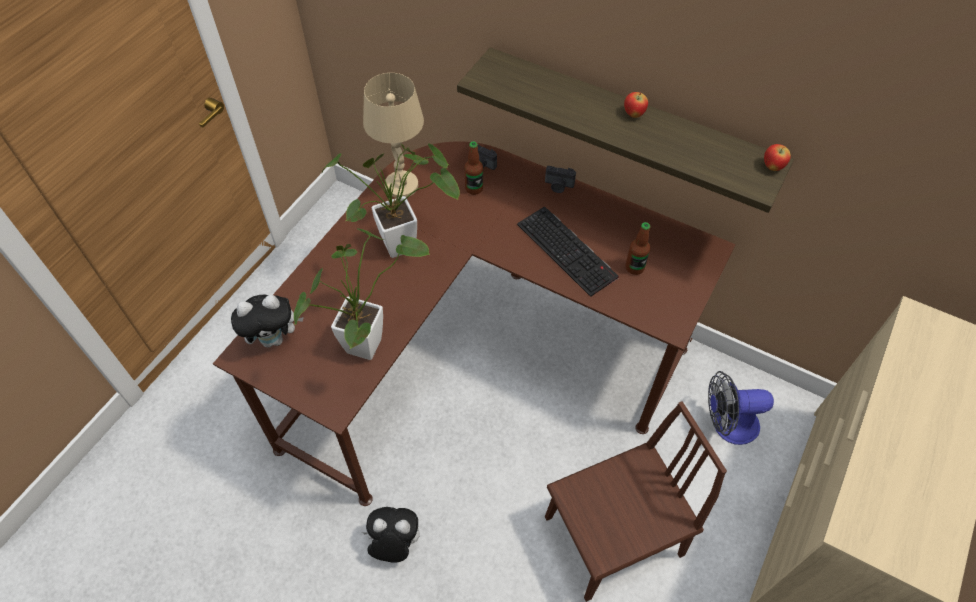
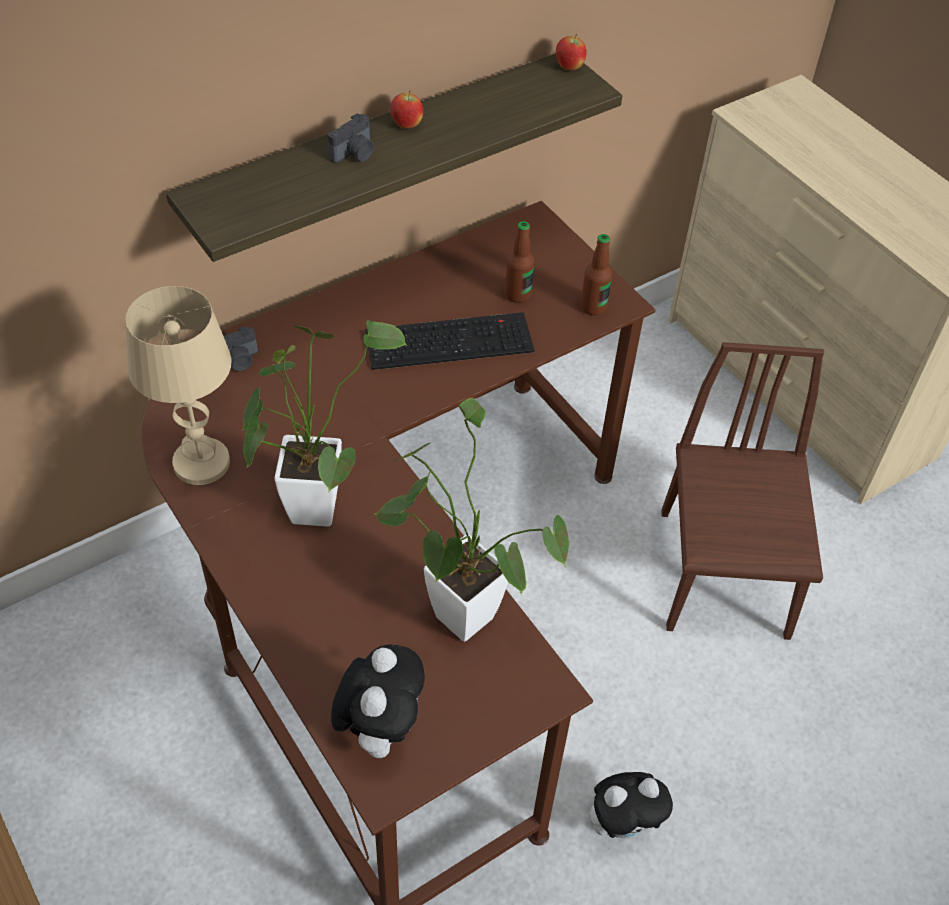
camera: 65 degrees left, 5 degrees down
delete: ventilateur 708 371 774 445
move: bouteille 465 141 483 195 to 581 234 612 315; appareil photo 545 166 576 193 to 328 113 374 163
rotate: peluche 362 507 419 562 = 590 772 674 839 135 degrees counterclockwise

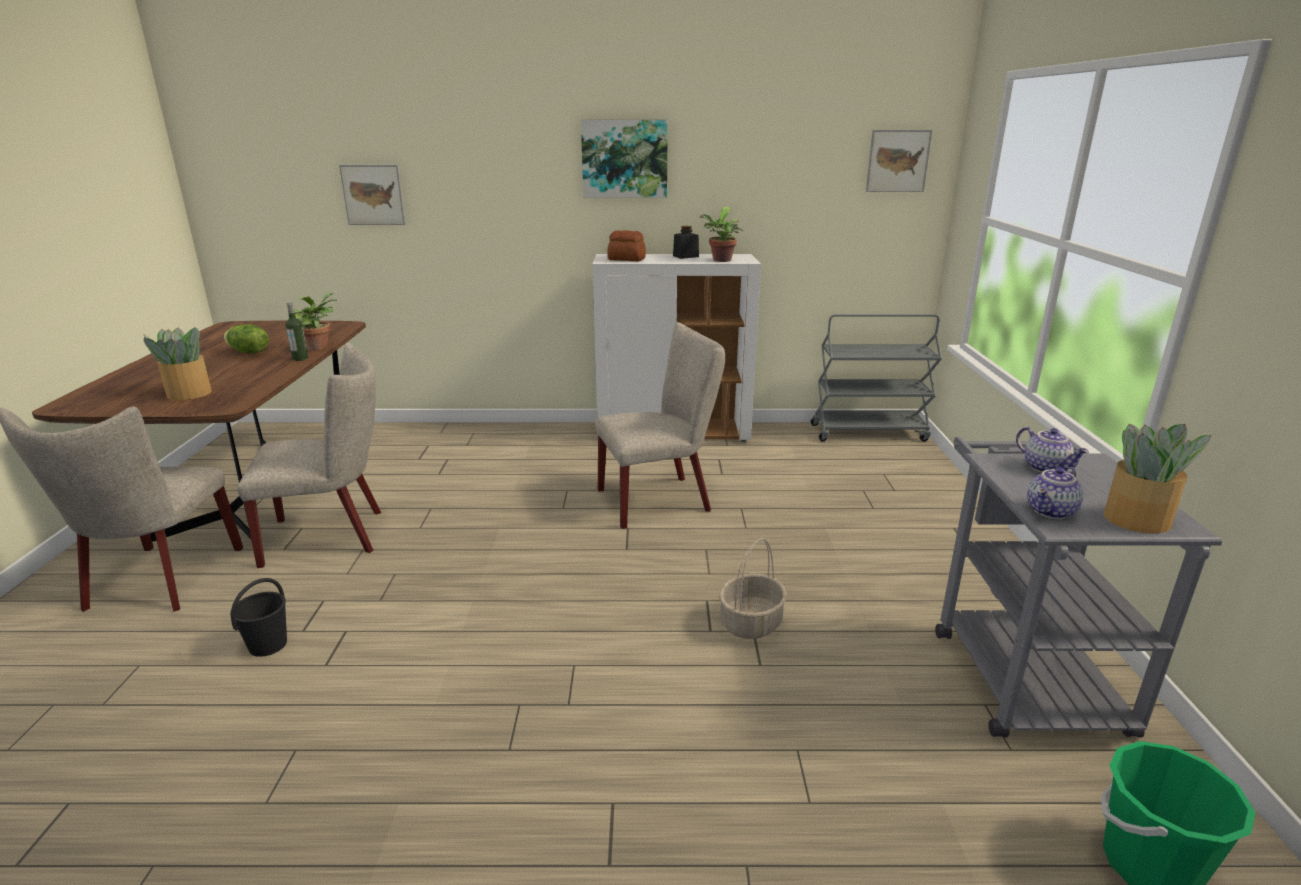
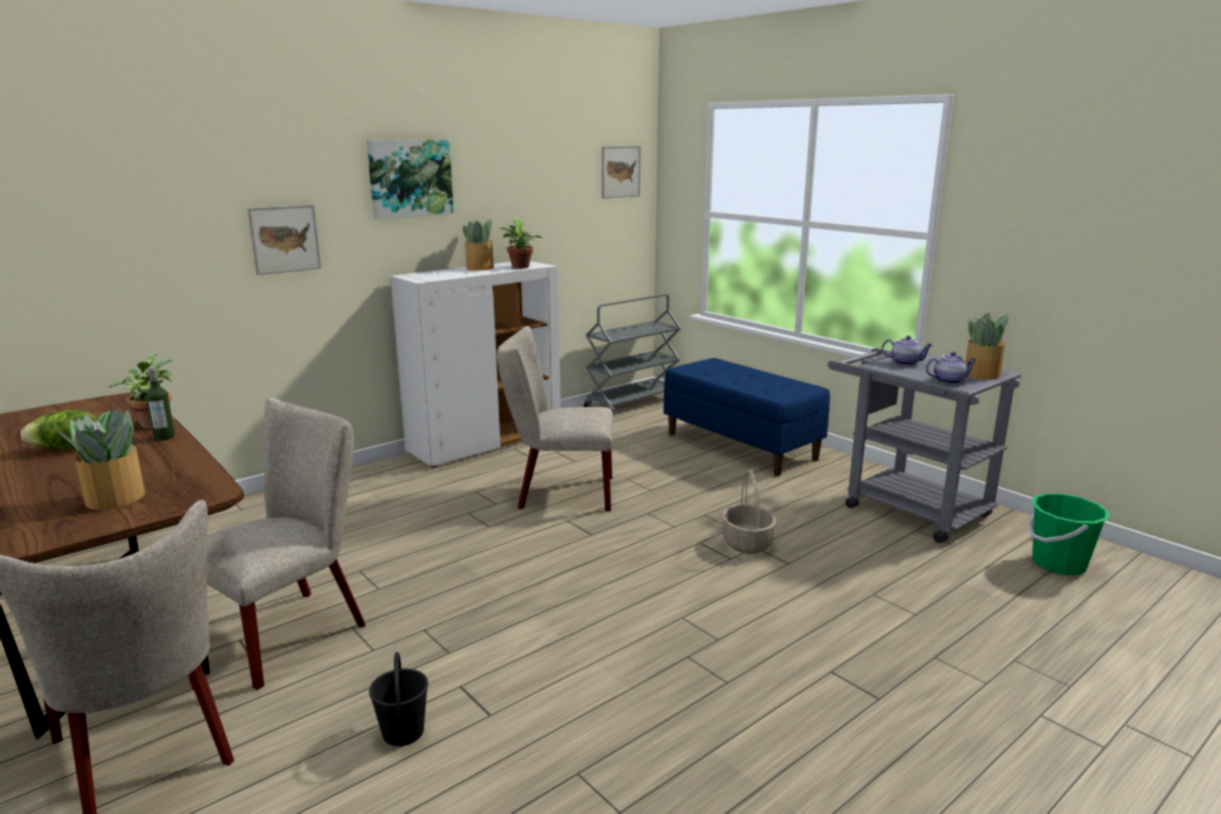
camera: 40 degrees left, 5 degrees down
delete: pain 607 230 646 261
insert: banc (bleu) 664 358 830 476
move: tableau 339 165 406 225 to 247 205 321 275
replace: bocal (noir) 673 226 699 259 to plante en pot 462 219 494 271
rotate: chaise (beige) 595 322 725 529 = 497 326 613 511 120 degrees counterclockwise; théière 1027 467 1083 519 = 926 352 977 384 105 degrees counterclockwise

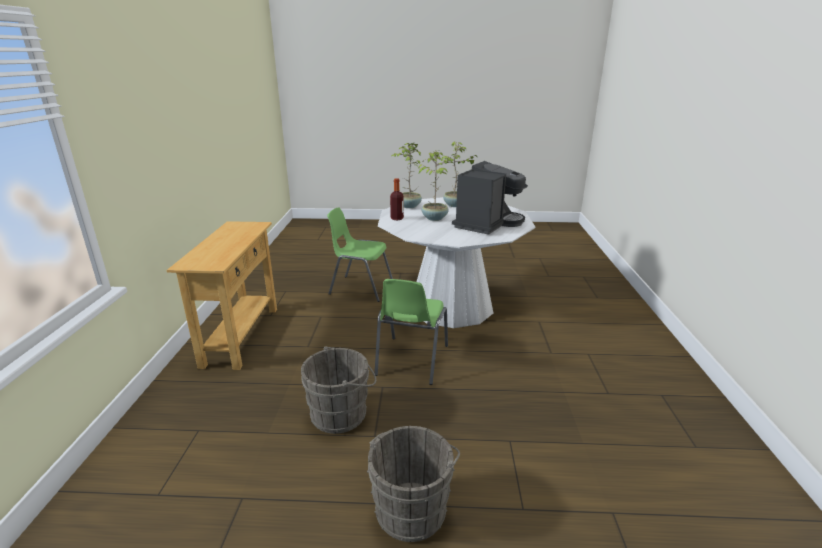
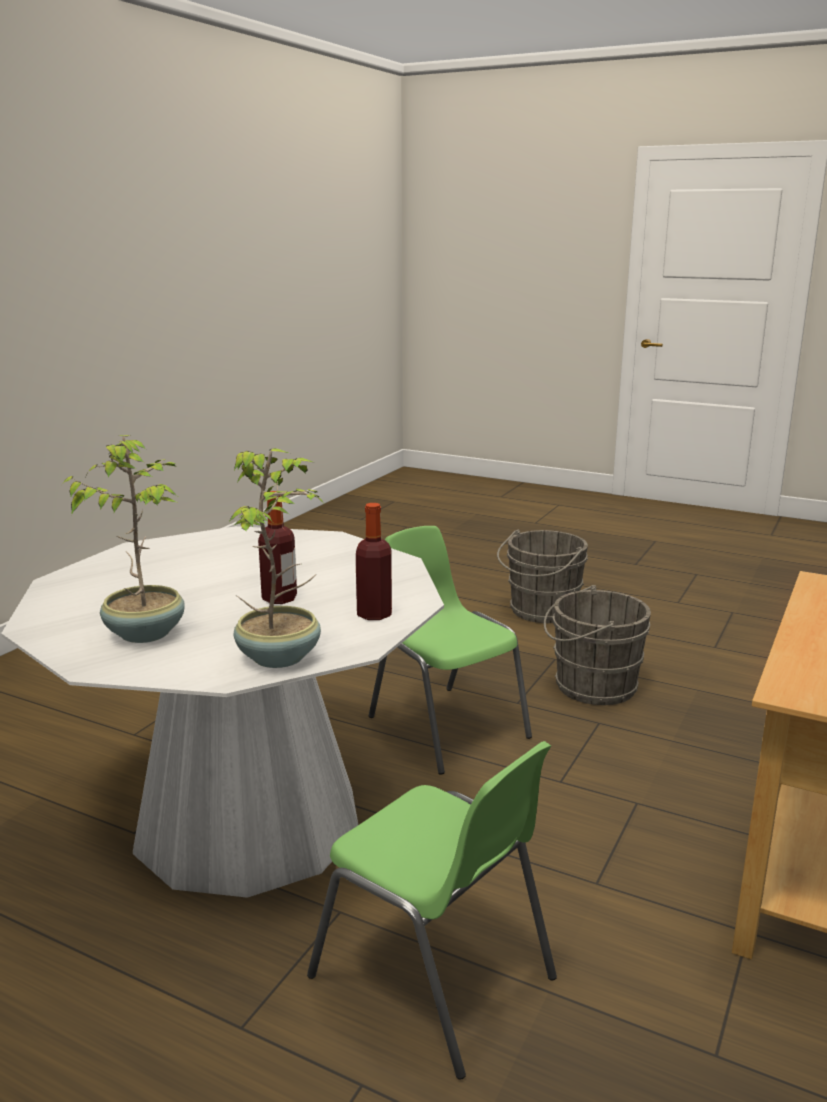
camera: 155 degrees left, 5 degrees down
delete: machine à café 452 161 528 235
replace: plante en pot 417 150 453 221 to bouteille 258 491 297 604
rotate: chaise (vert) 375 279 448 385 = 369 526 532 775 75 degrees counterclockwise

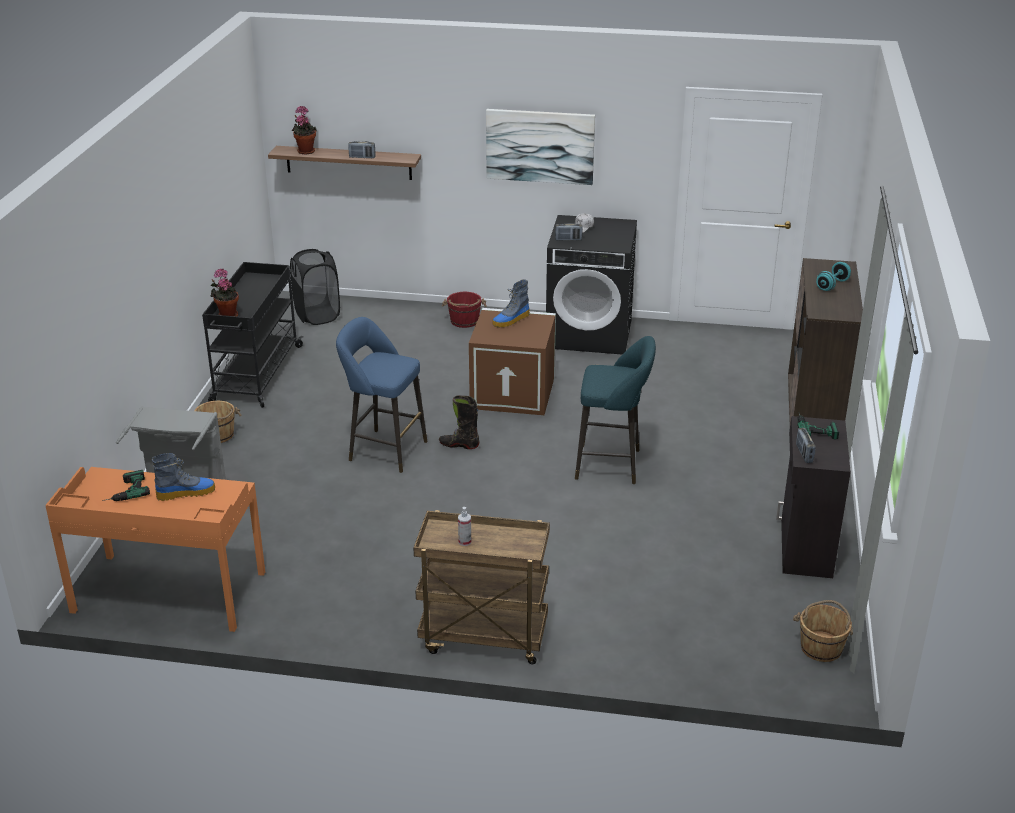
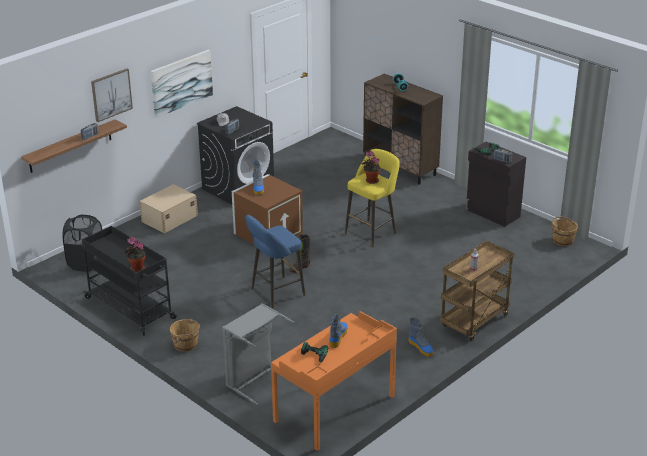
camera: 55 degrees left, 0 degrees up
insert: tableau 91 68 133 122; botte 408 318 434 357
move: plante en pot 292 106 317 155 to 362 151 381 184
replace: seau (rouge) 442 292 487 328 to boîte de rangement (beige) 139 184 198 233
recolor: tabouret (turquoise) 575 336 656 484 to tabouret (jaune) 345 149 400 247

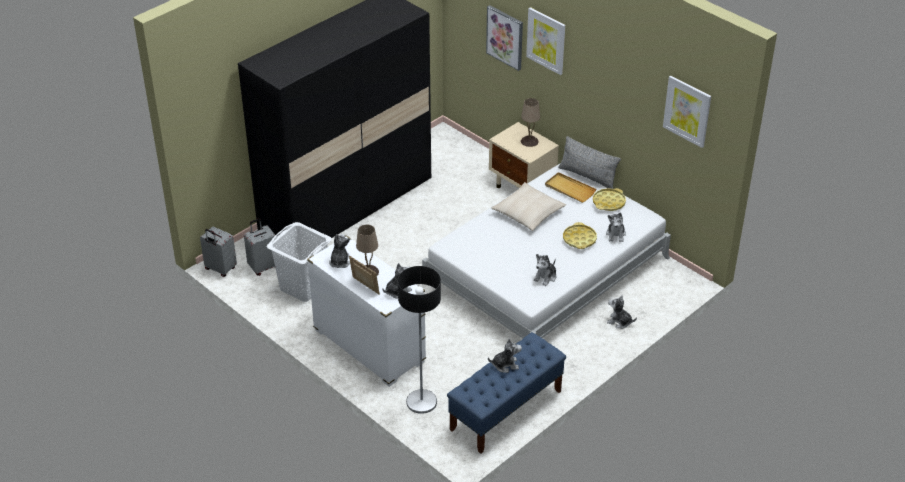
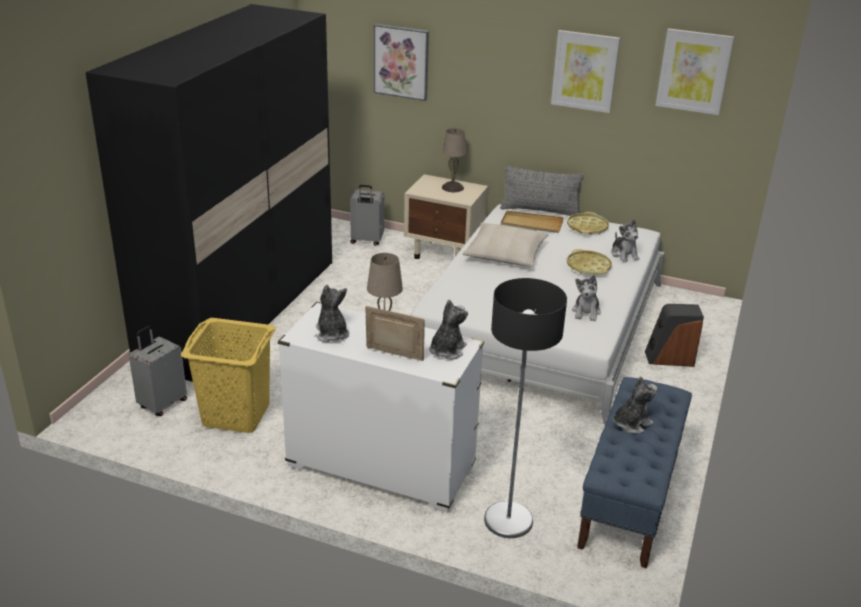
camera: 25 degrees left, 10 degrees down
move: tableau 526 7 565 75 to 551 30 620 113; valise (gris) 200 226 237 277 to 350 185 384 246
replace: peluche 607 295 637 329 to enceinte 645 304 704 367
recolor: panier à linge (blanc) 267 222 332 302 to panier à linge (jaune) 181 318 276 433

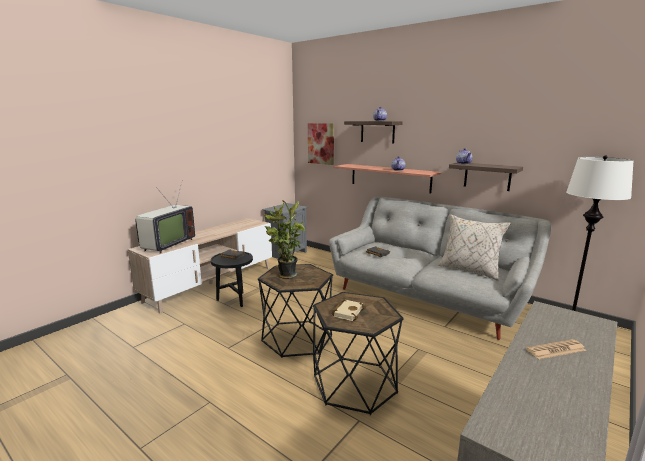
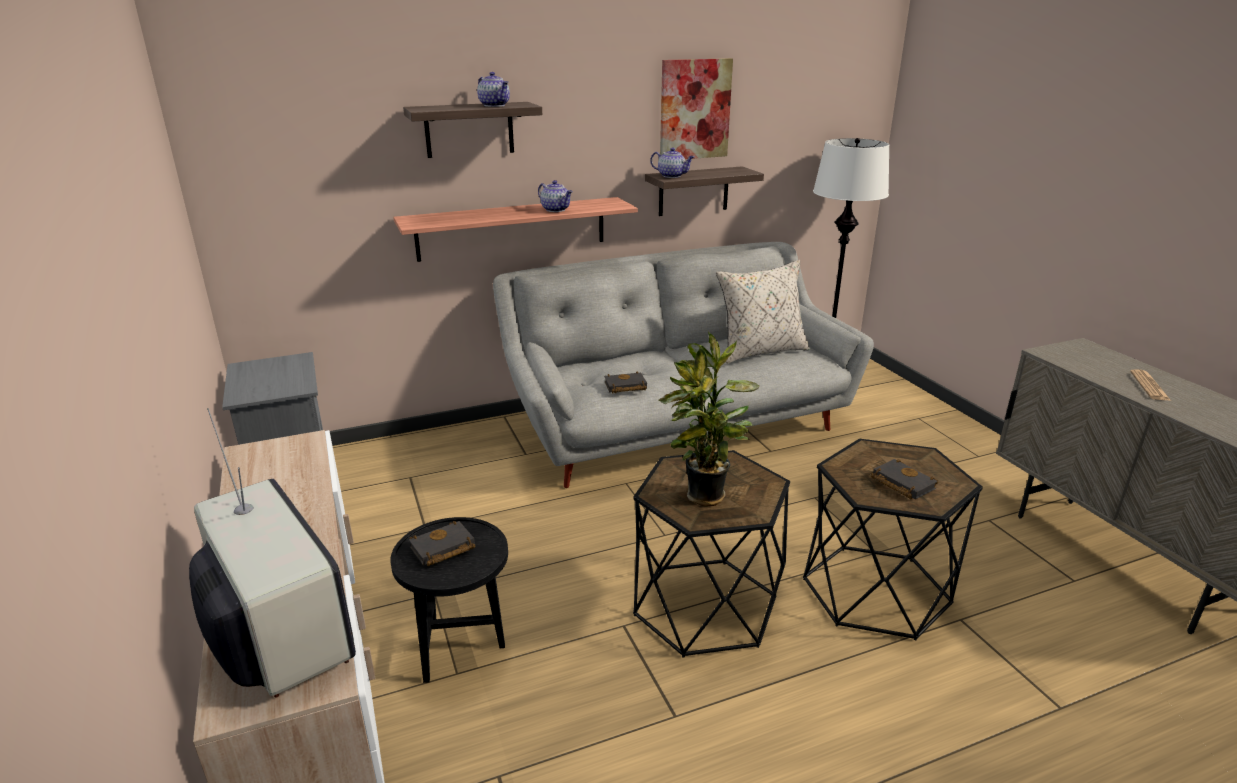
camera: 60 degrees left, 10 degrees up
move: tableau 308 123 334 165 to 660 58 733 159
recolor: livre (beige) 331 300 366 321 to livre (noir) 871 459 938 499

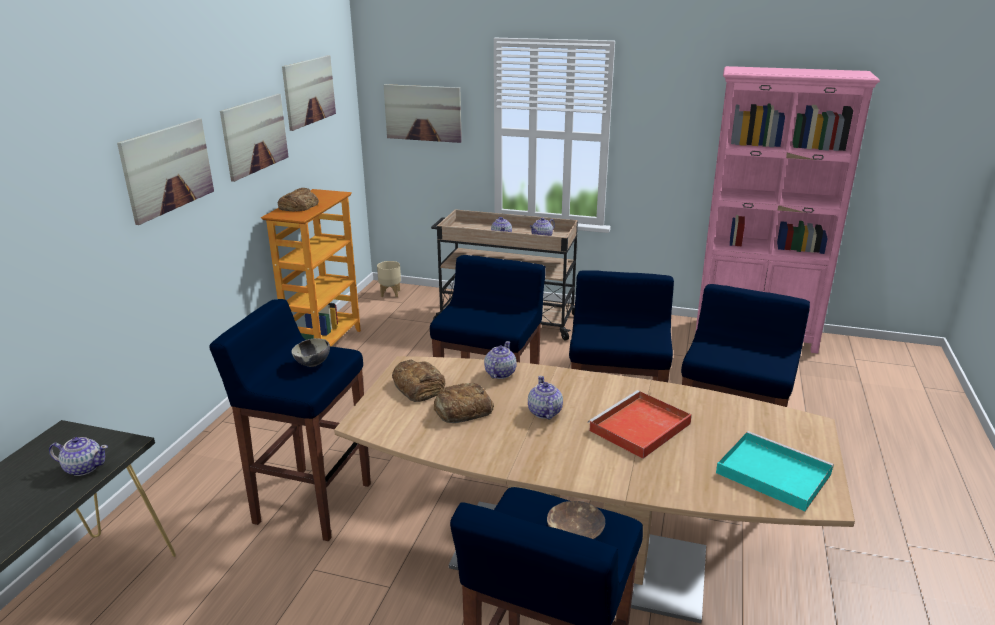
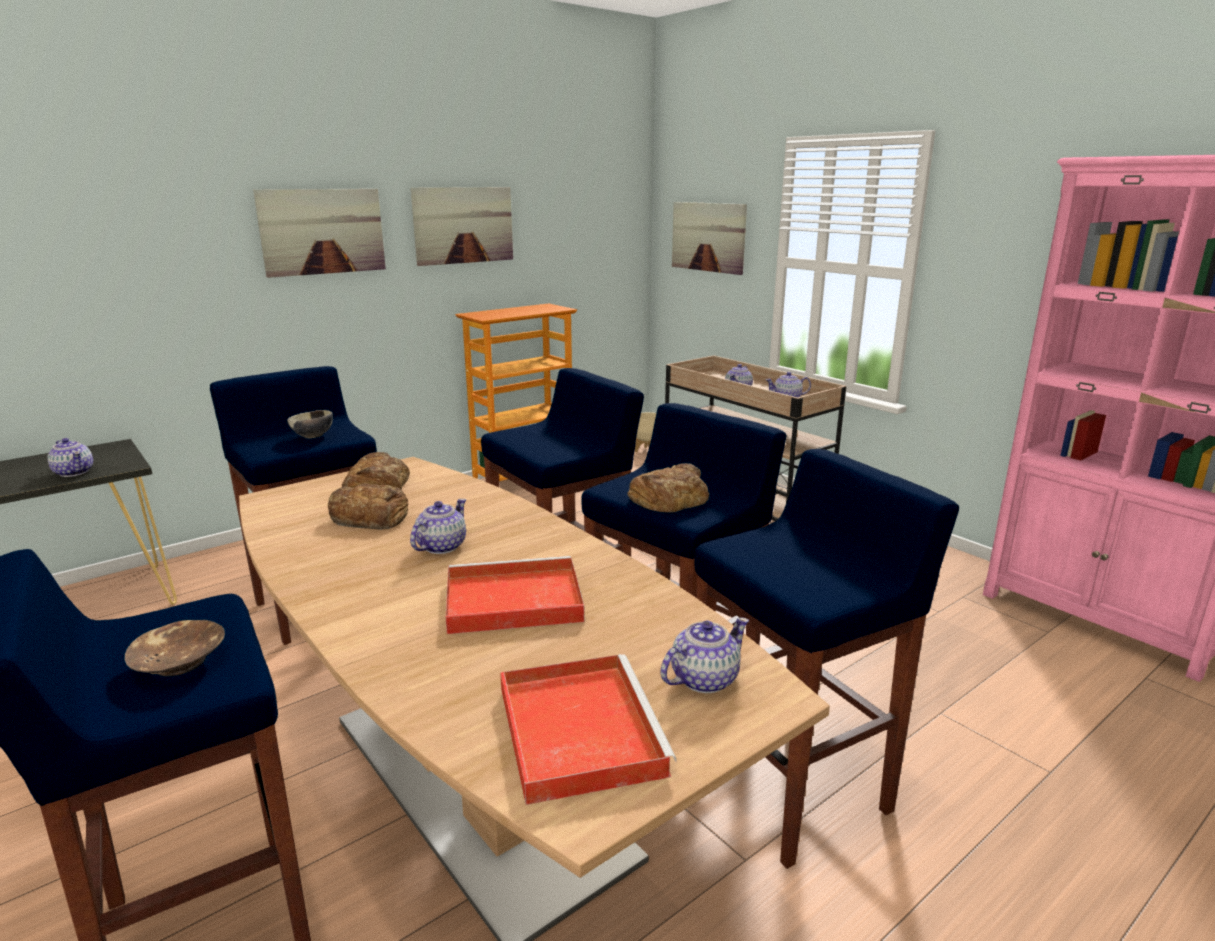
camera: 35 degrees right, 5 degrees down
delete: tableau 282 55 336 131
move: pain 278 188 319 211 to 627 463 709 513; théière 484 341 517 379 to 660 617 749 693
recolor: plateau (turquoise) 716 431 834 511 to plateau (rouge) 500 654 677 805

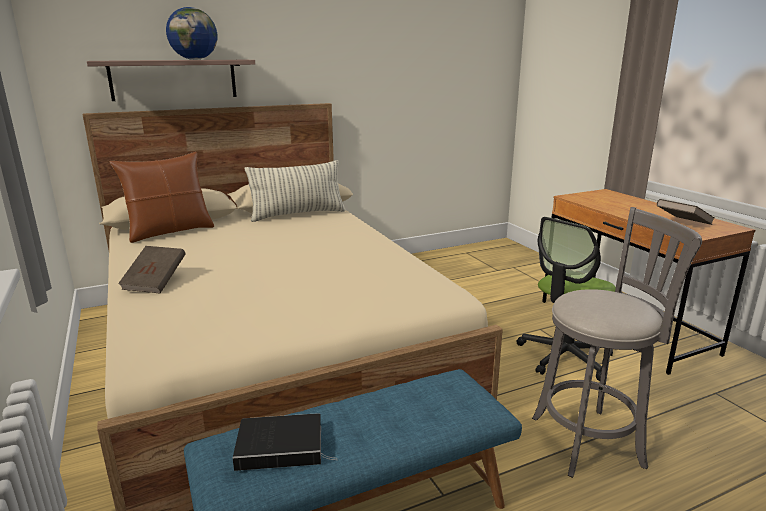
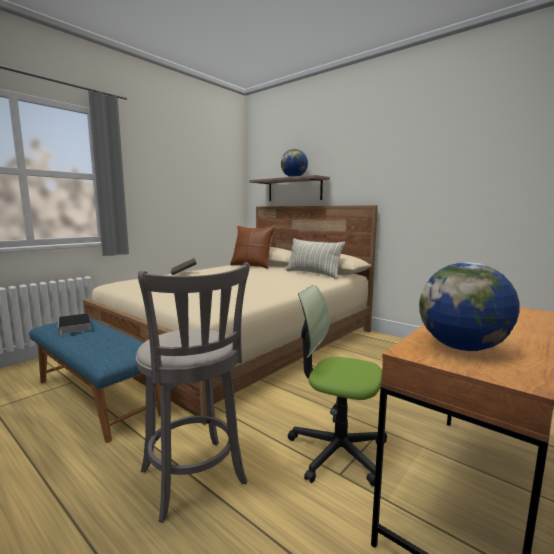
camera: 65 degrees right, 10 degrees down
replace: livre (marron) 657 199 714 225 to globe 419 262 519 351

